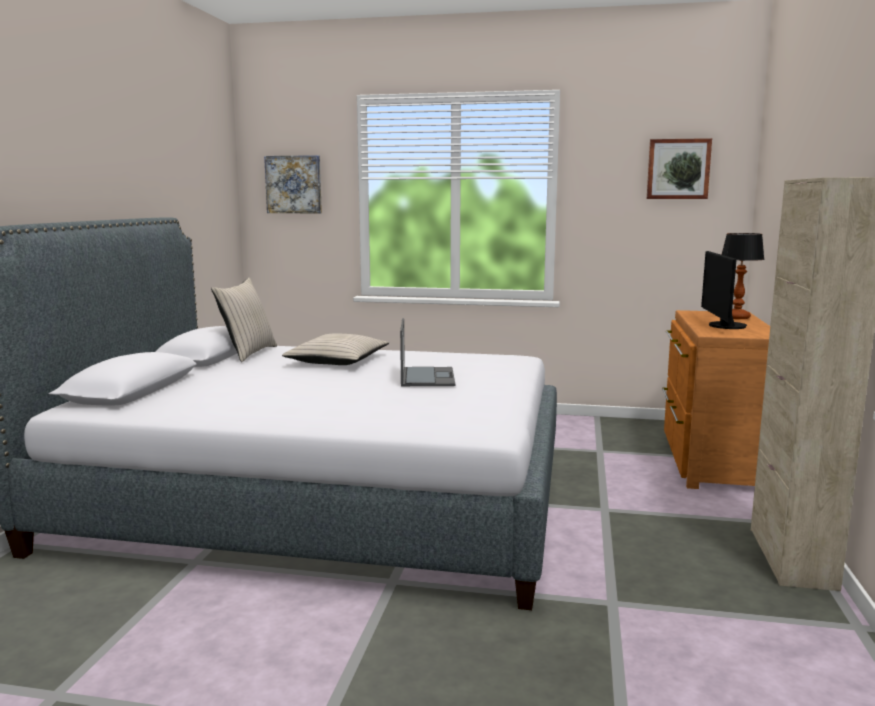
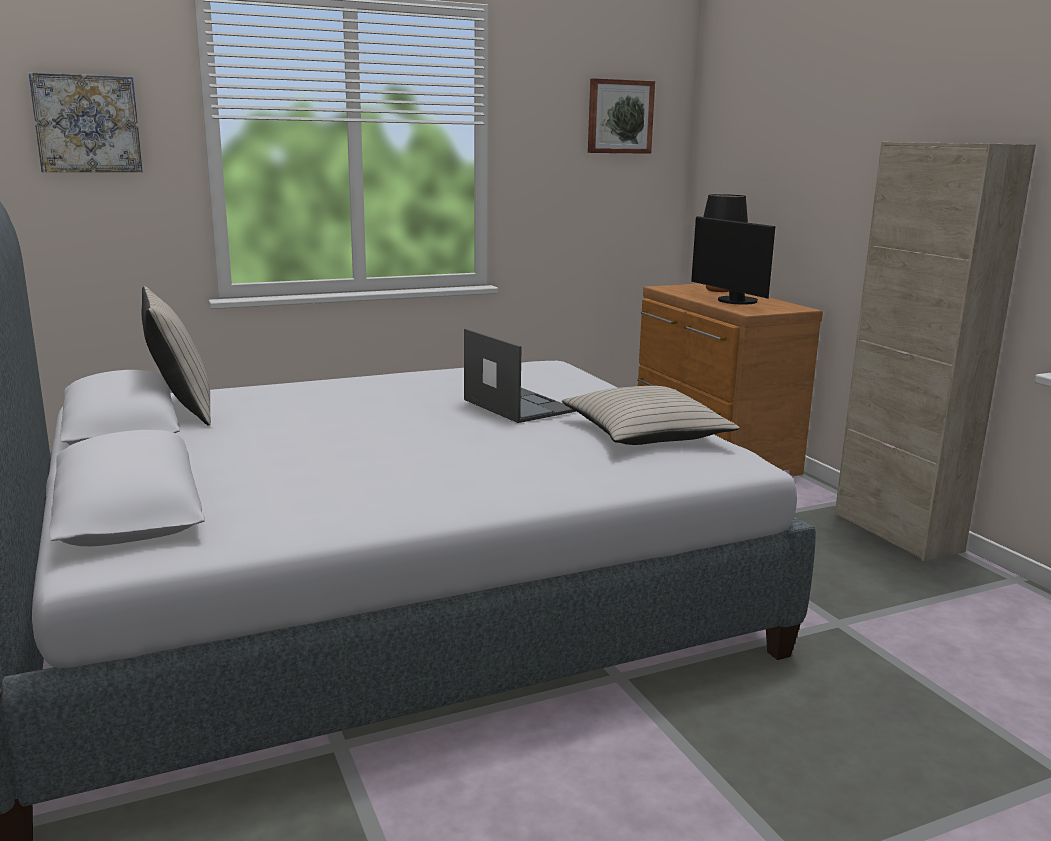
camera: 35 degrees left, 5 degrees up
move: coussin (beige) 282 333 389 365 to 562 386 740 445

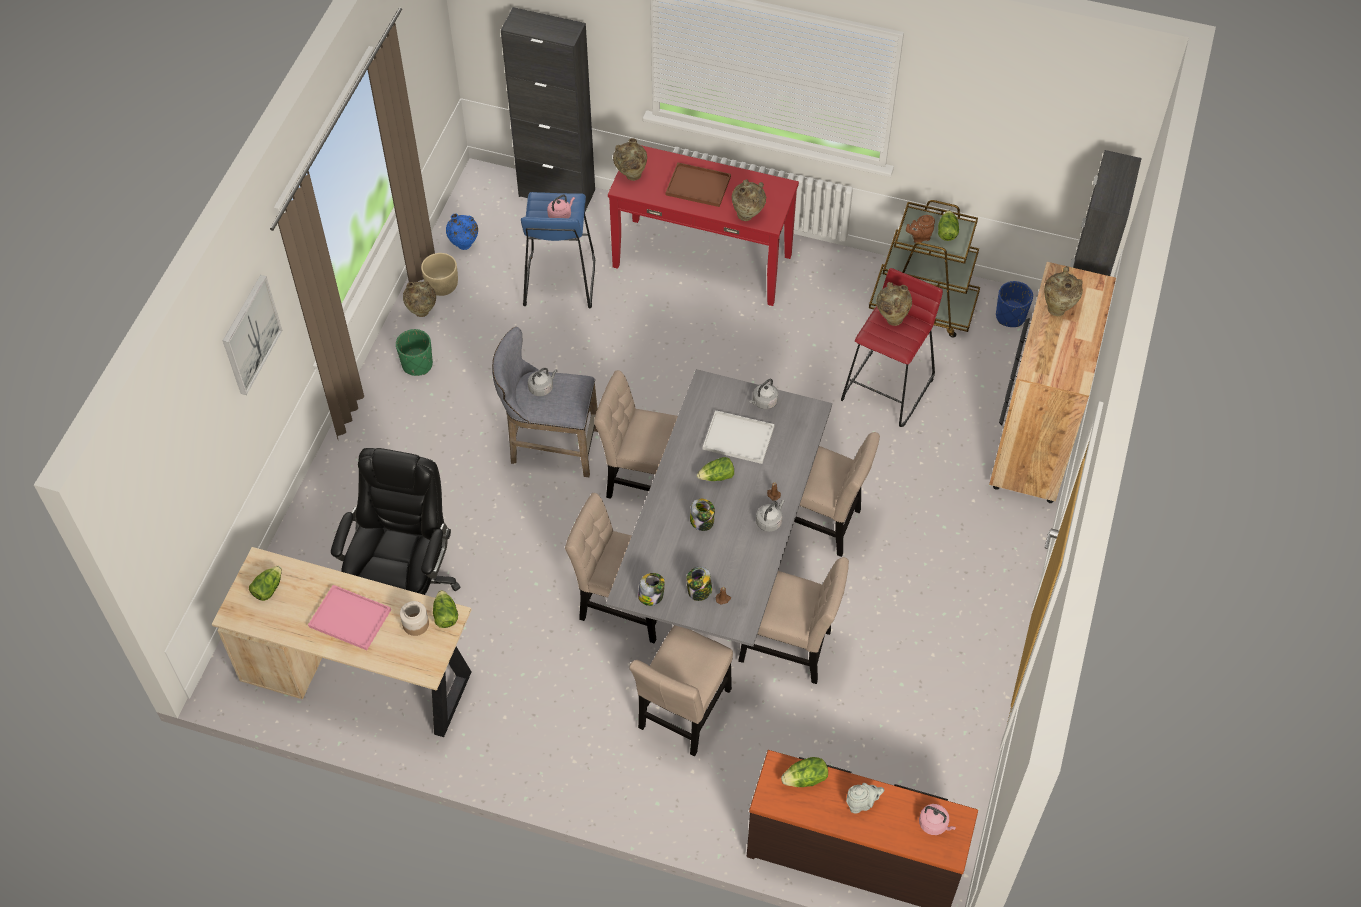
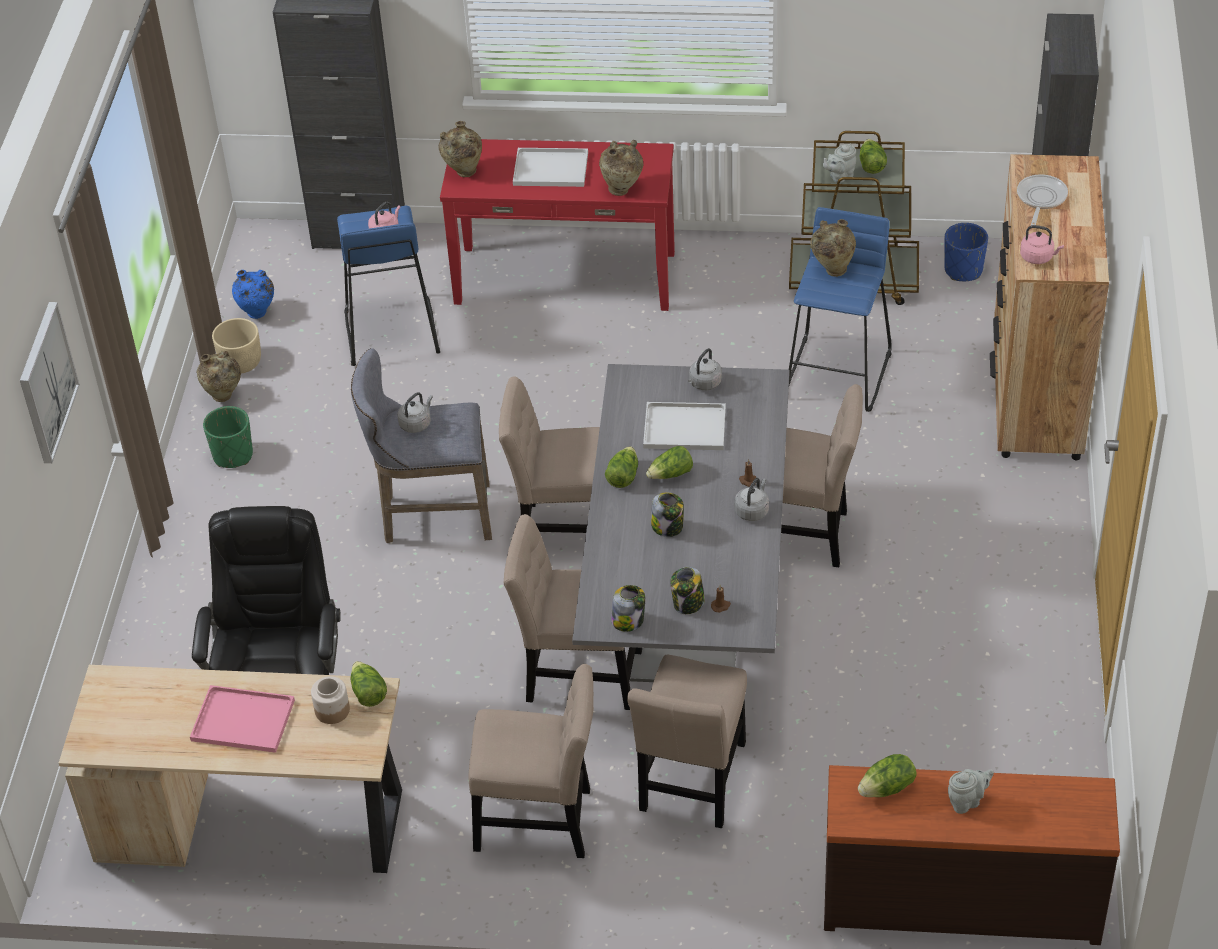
camera: 10 degrees left, 10 degrees down
move: chaise (beige) 738 557 849 684 to 468 664 594 858; laitue 249 566 282 601 to 605 446 638 488; bouilloire (rose) 919 804 956 835 to 1020 225 1064 264
replace: vase (beige) 1044 266 1083 316 to poêle 1017 174 1068 225
recolor: plateau (marron) 666 162 731 207 to plateau (blanc) 513 148 588 187; théière (marron) 906 215 935 243 to théière (gris) 823 143 856 183; tabouret (rouge) 841 268 943 427 to tabouret (bleu) 789 207 892 412

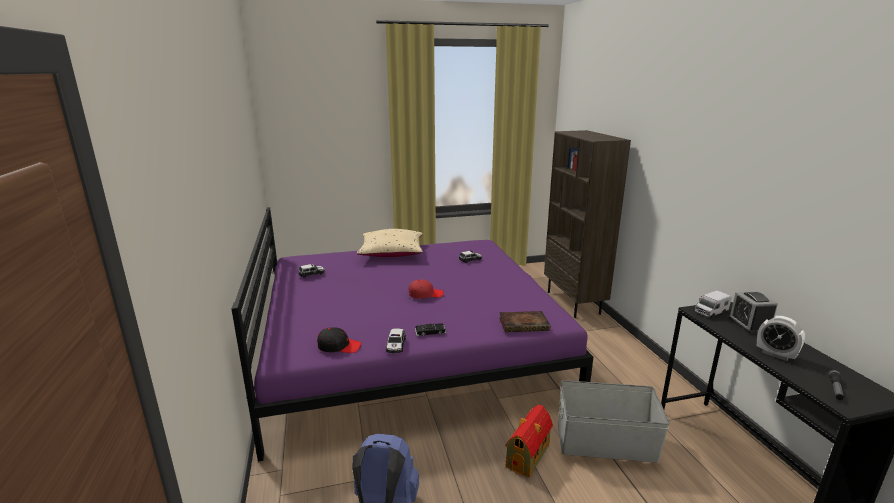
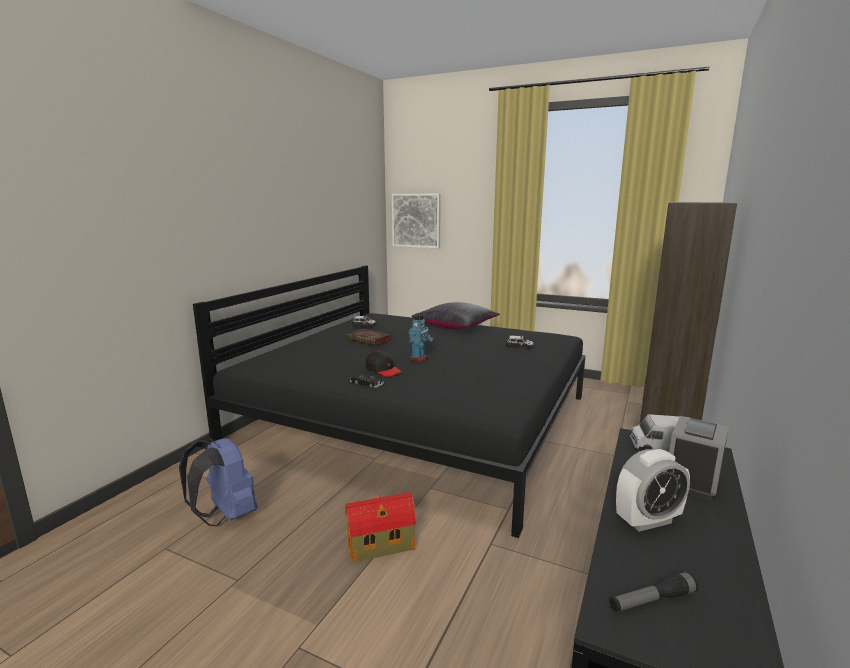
camera: 40 degrees right, 5 degrees down
delete: petite voiture 386 328 406 353; boîte de rangement (gris) 558 380 670 463
insert: tableau 392 194 441 248
move: livre 499 311 550 332 to 346 328 392 346; casquette (noir) 317 327 361 353 to 366 350 402 377
replace: casquette (rouge) 409 280 444 299 to robot jouet 409 314 434 362
recolor: lit (violet) 231 207 593 462 to lit (noir) 193 265 586 538; coussin (beige) 357 229 423 257 to coussin (noir) 412 302 500 329
rotate: réveil 757 316 805 361 = 616 449 690 532 105 degrees counterclockwise

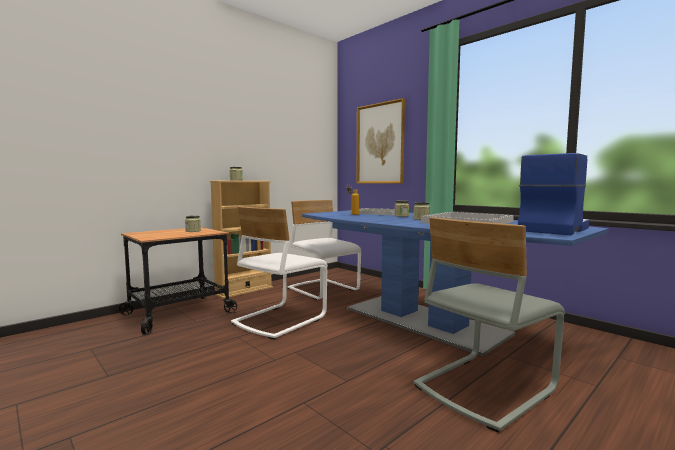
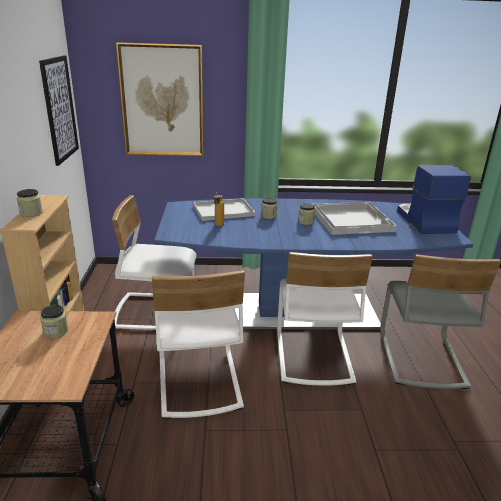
camera: 50 degrees left, 20 degrees up
insert: tableau 39 55 79 166; chaise (blanc) 277 252 373 386

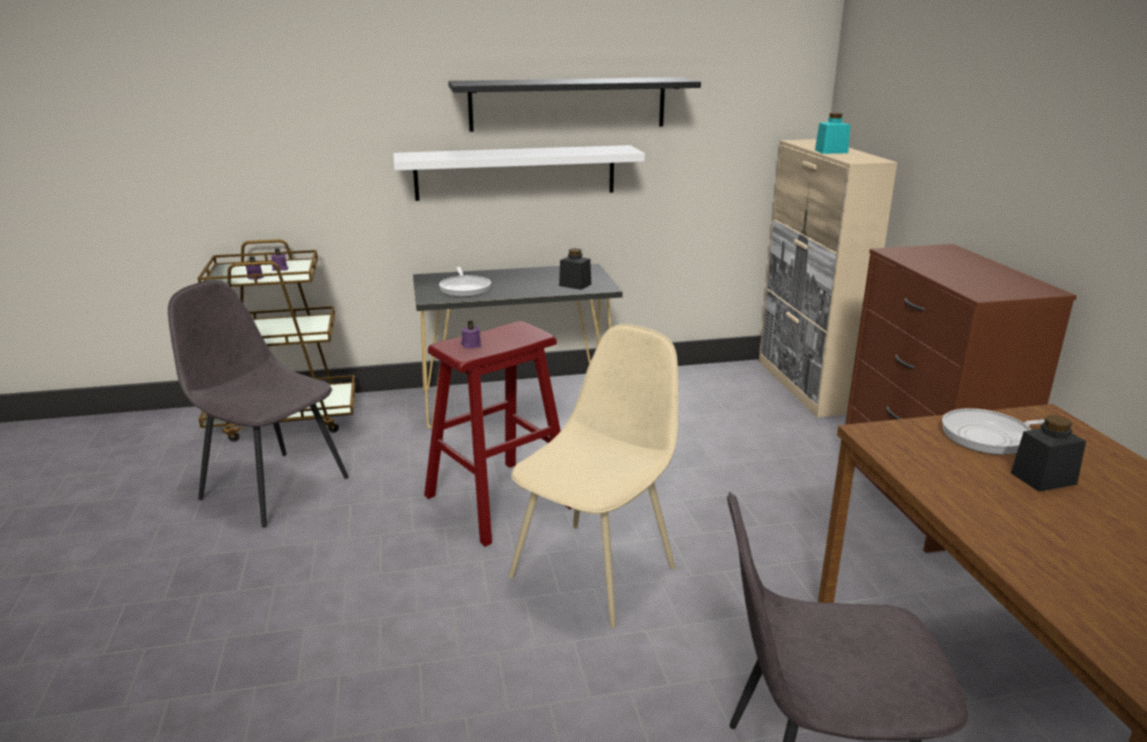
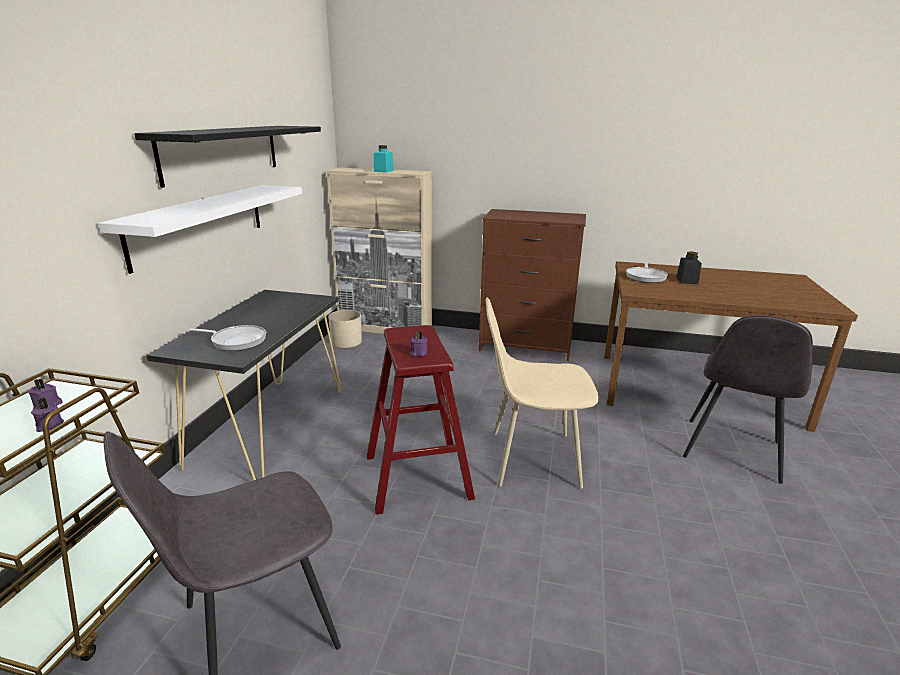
camera: 65 degrees left, 0 degrees up
delete: bocal (noir) 559 248 591 290
insert: cache-pot (beige) 328 310 362 348
rotate: chaise (beige) 509 324 678 627 = 485 297 599 489 60 degrees counterclockwise

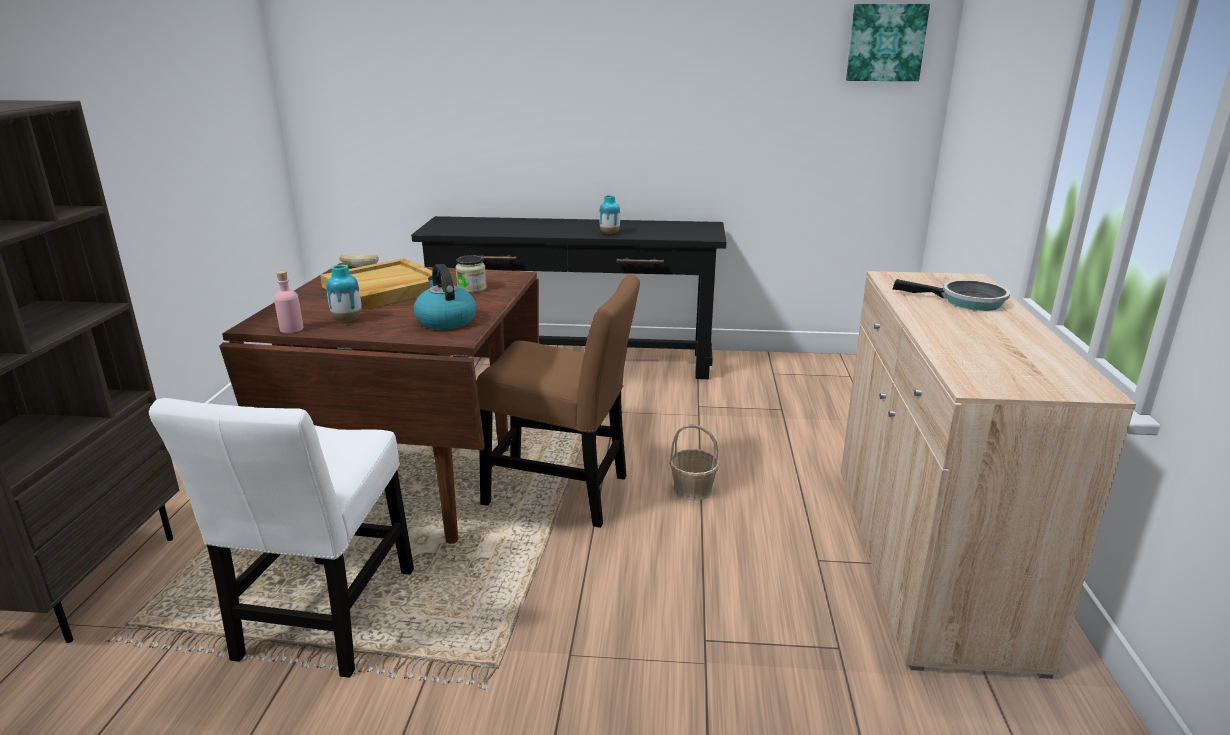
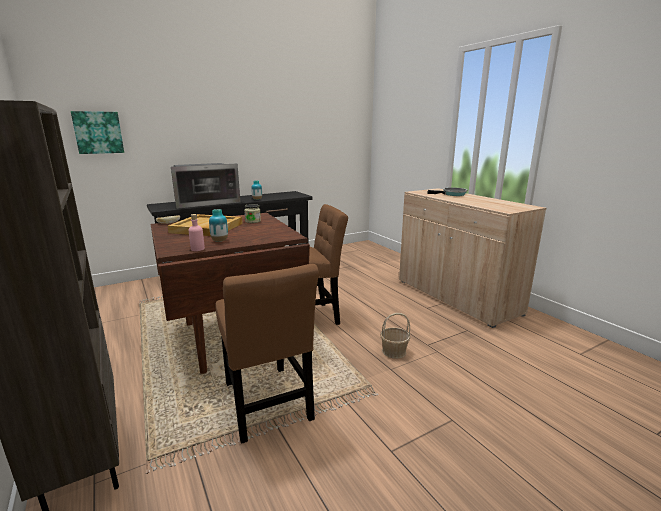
camera: 35 degrees left, 5 degrees down
delete: bouilloire 414 264 476 330
insert: micro-ondes 171 163 240 209
move: tableau 846 4 930 81 to 71 111 124 154; panier 669 424 720 500 to 380 313 411 359
recolor: chaise (blanc) 149 398 414 678 to chaise (marron) 215 264 319 444

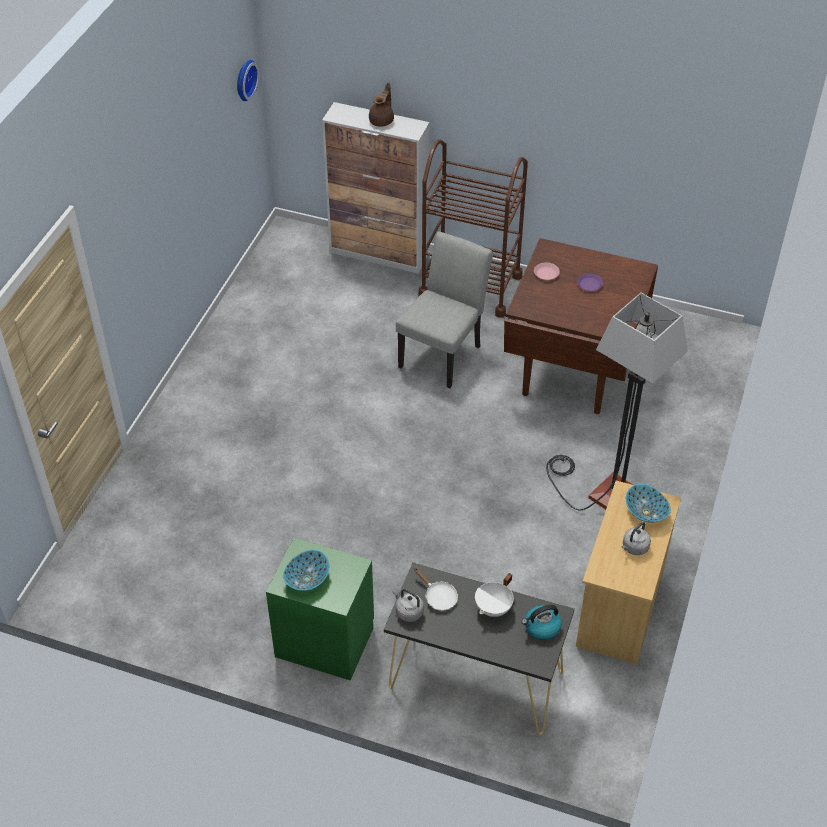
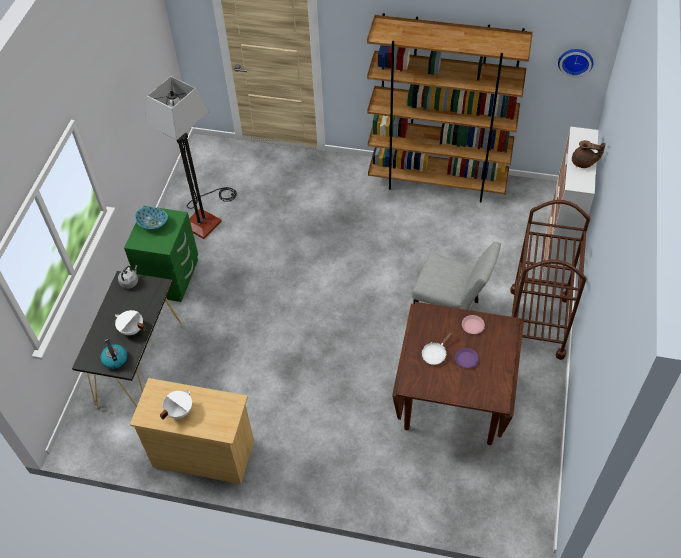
camera: 85 degrees right, 5 degrees up
delete: bol 626 484 671 523
insert: bibliothèque (marron) 367 13 533 202
move: lampadaire 546 293 687 510 to 145 76 237 239; poêle (blanc) 414 567 458 611 to 422 331 453 365
replace: bouilloire (gris) 622 522 651 555 to marmite (blanc) 160 390 192 420

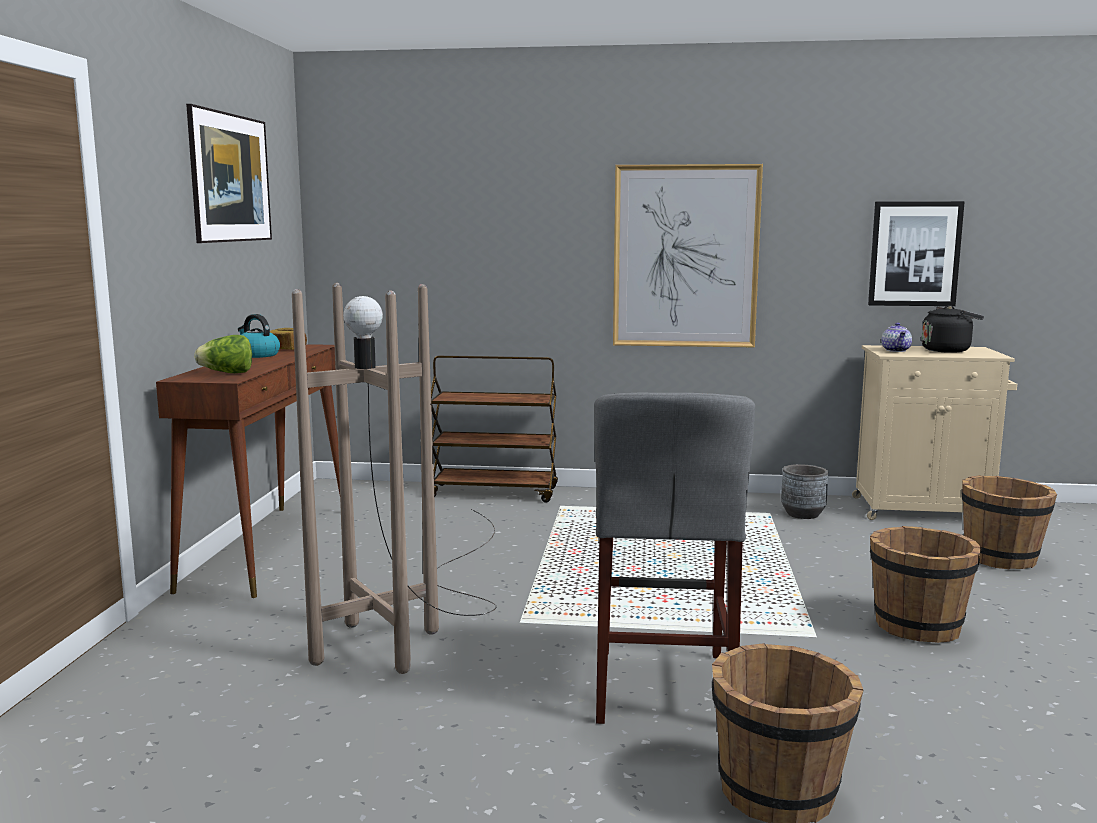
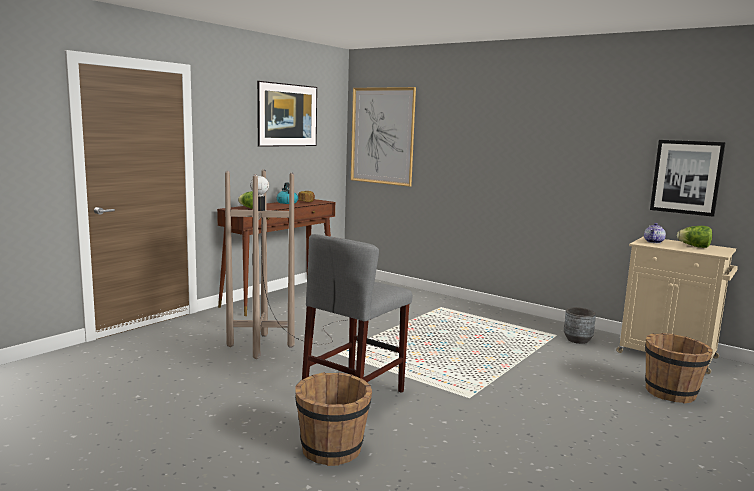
camera: 30 degrees right, 0 degrees up
delete: chariot (marron) 431 355 558 503; seau (marron) 870 526 982 643
move: tableau 613 164 763 348 to 351 87 416 187
replace: bouilloire (noir) 922 305 984 353 to laitue 677 226 712 248

